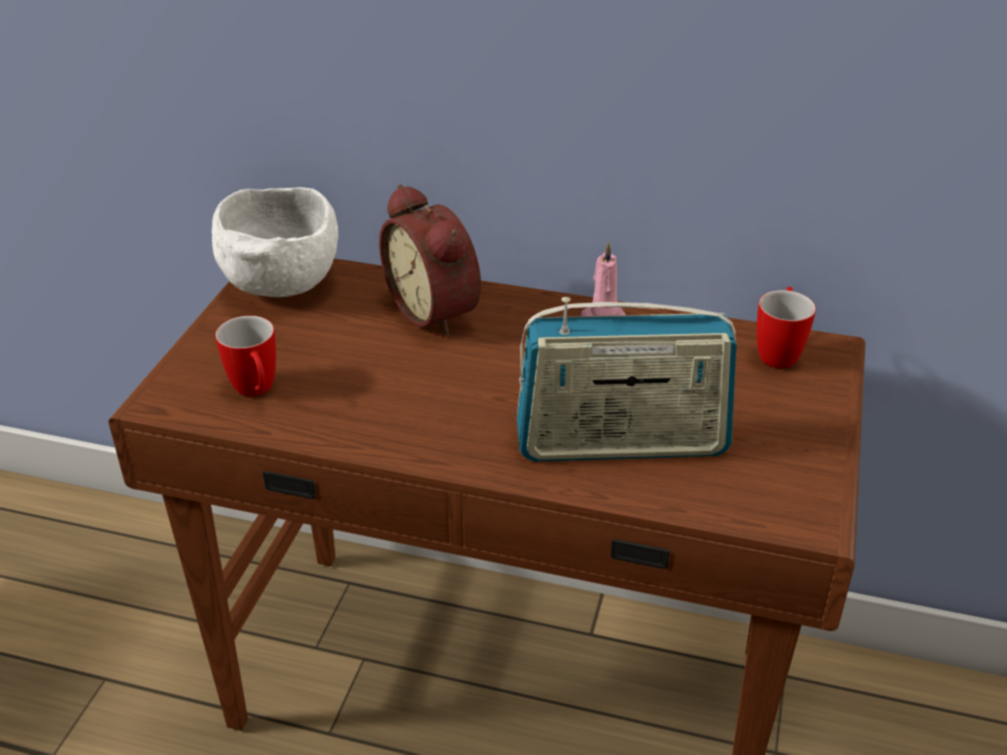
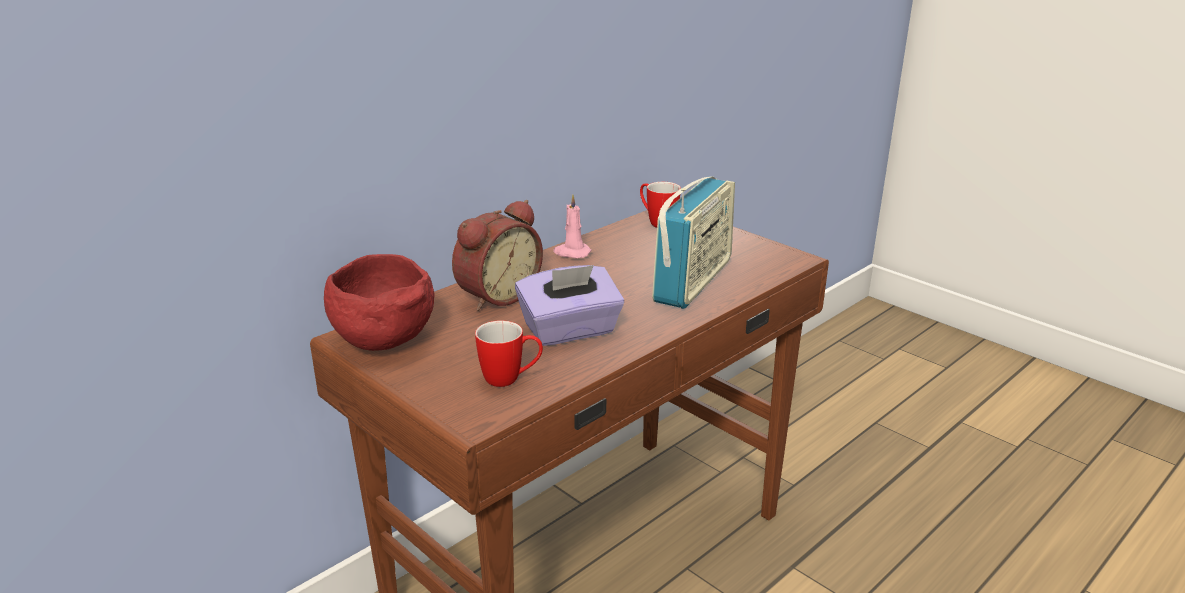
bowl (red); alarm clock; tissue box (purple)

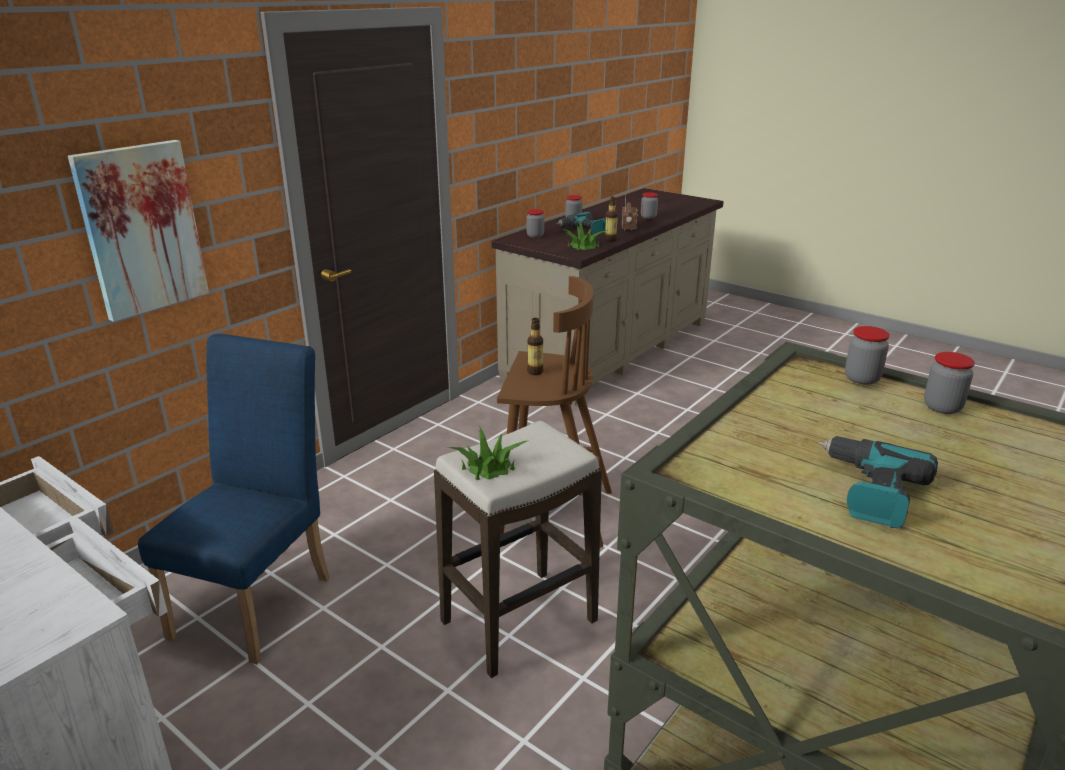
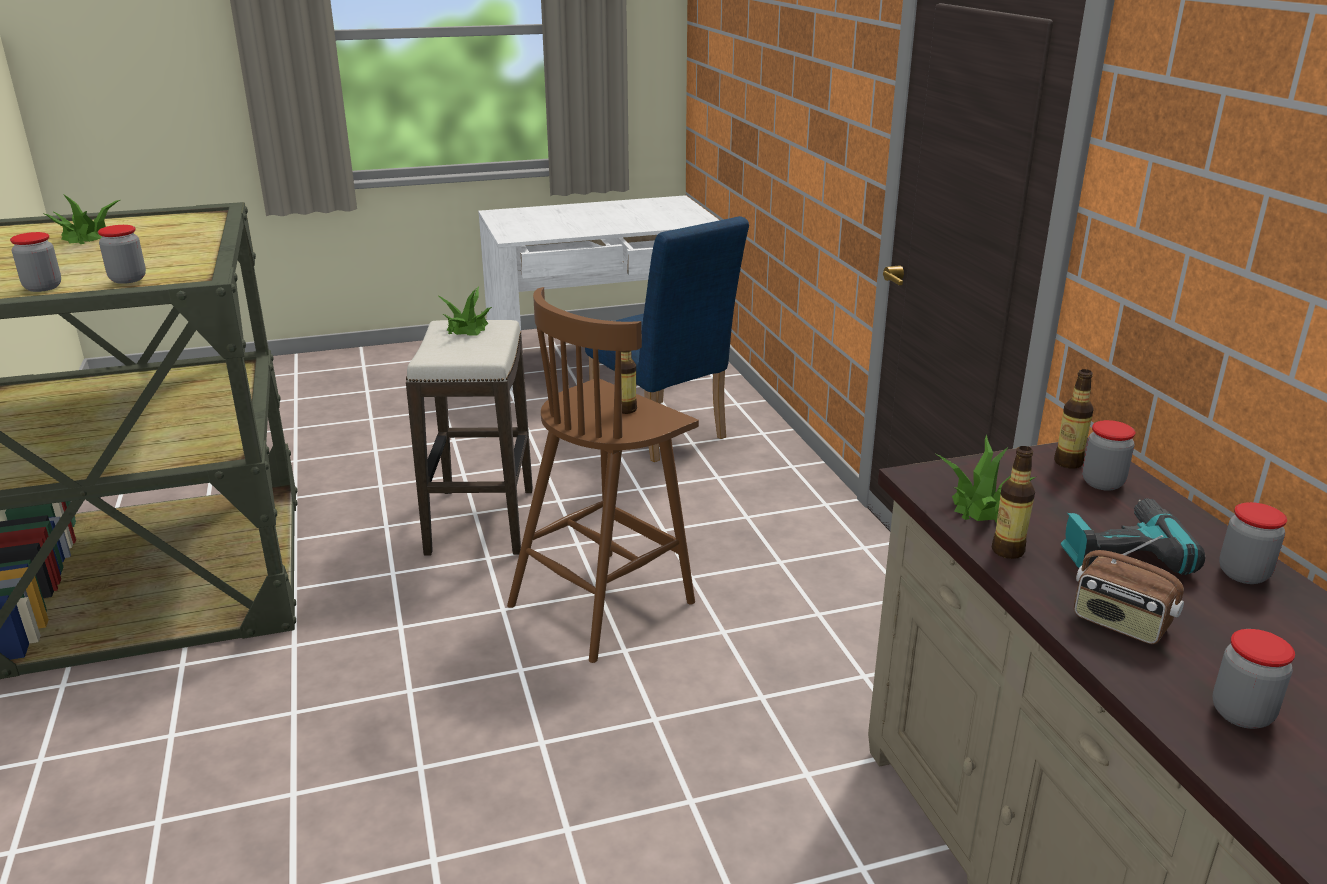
potted plant (no. 1 from left); bottle (no. 3 from left); picture

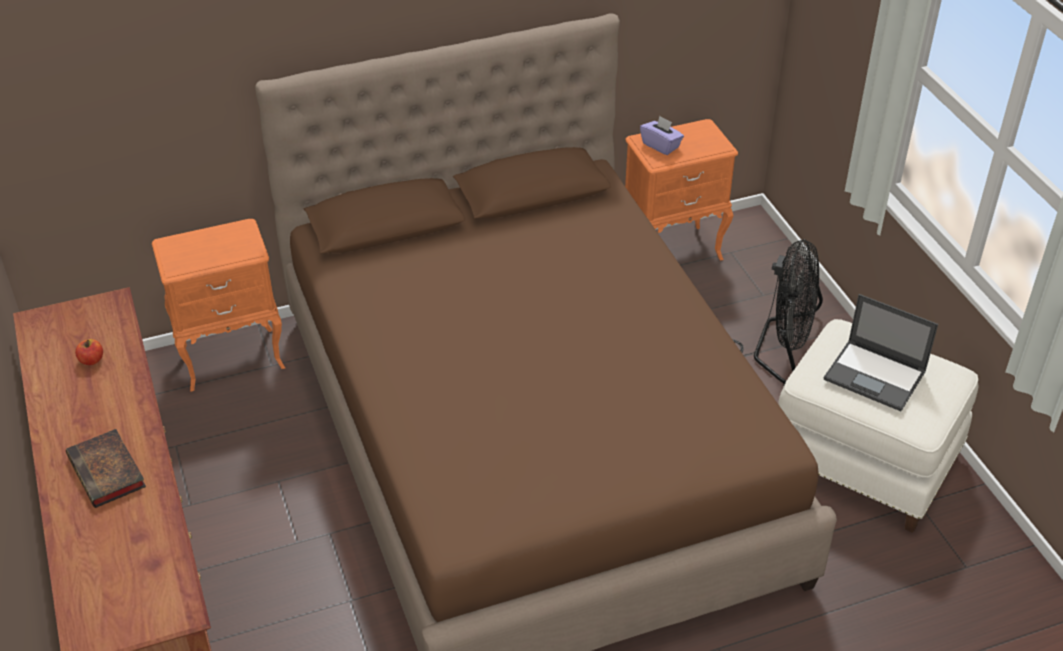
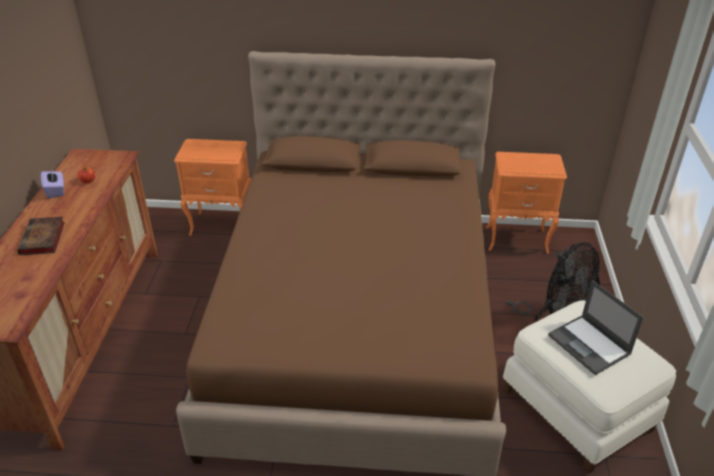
tissue box (purple)

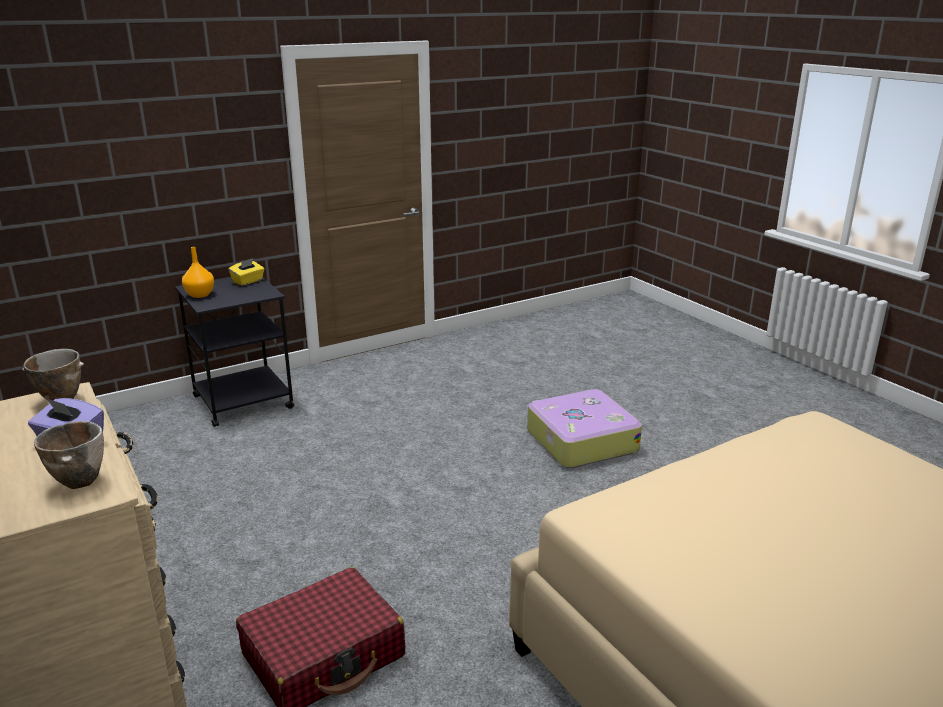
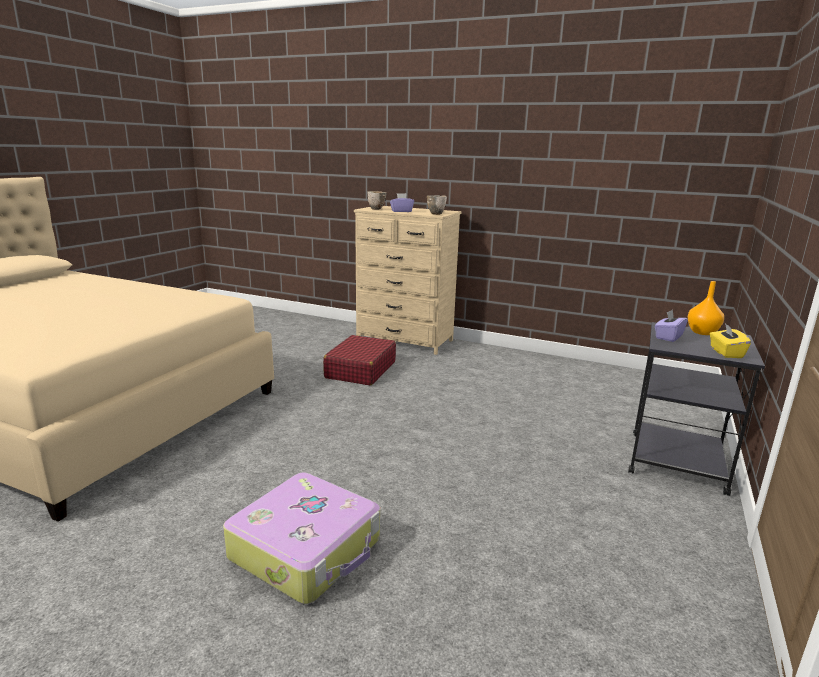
tissue box (purple) (no. 2 from left)

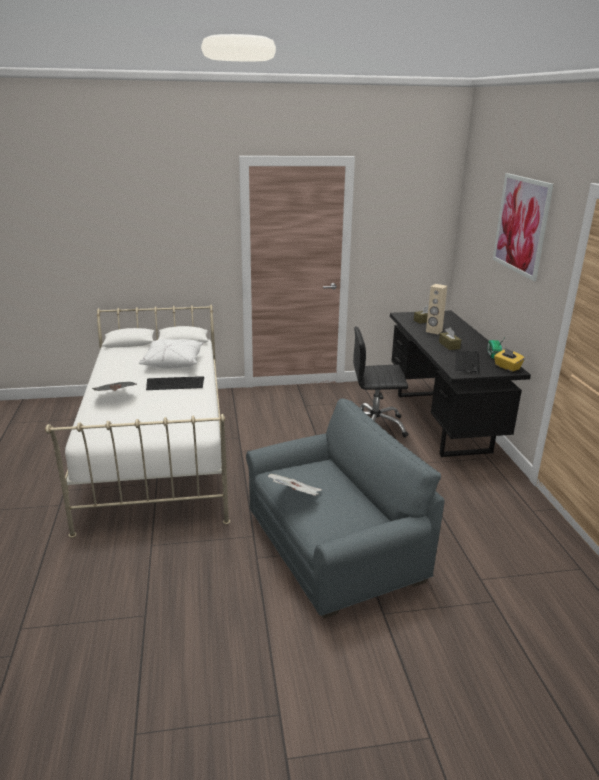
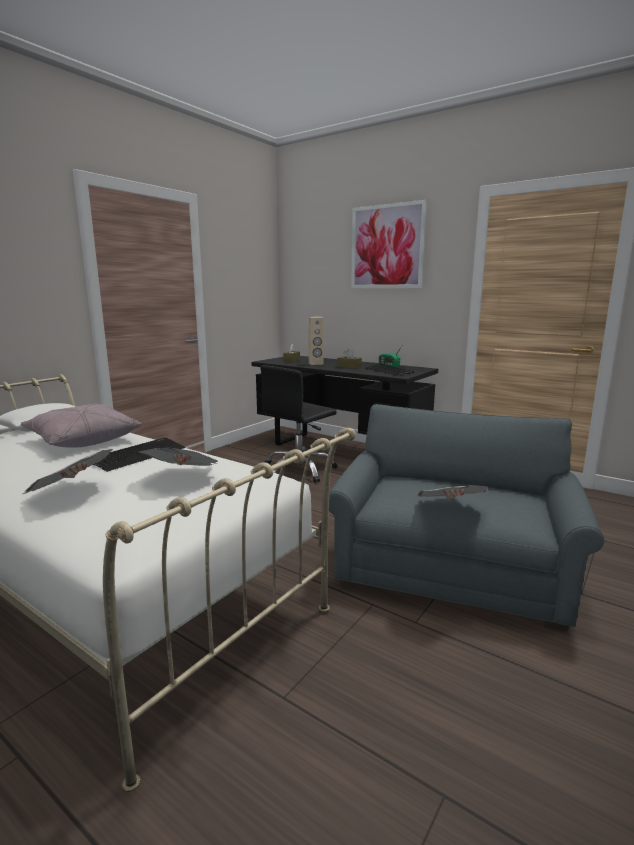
pillow (purple); newspaper (no. 2 from left); tissue box (yellow)

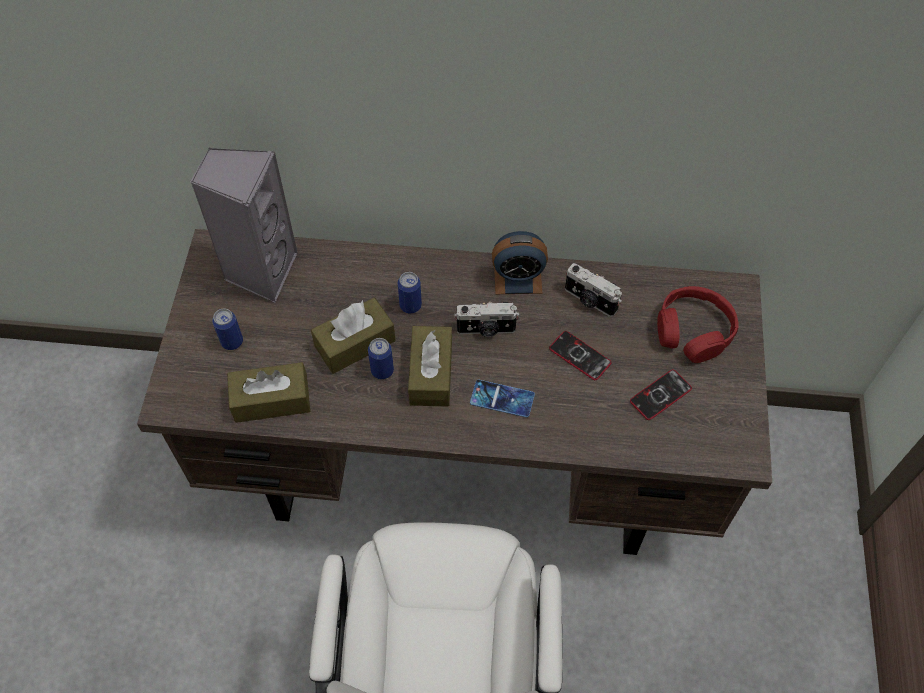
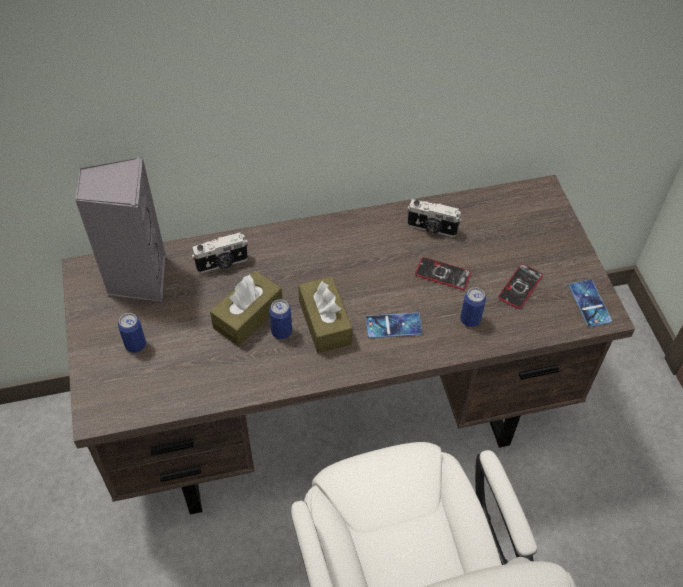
photo camera (no. 1 from left); can (no. 3 from left); phone (no. 4 from left); tissue box (brown) (no. 1 from left in the first image); alarm clock; headphones (red)

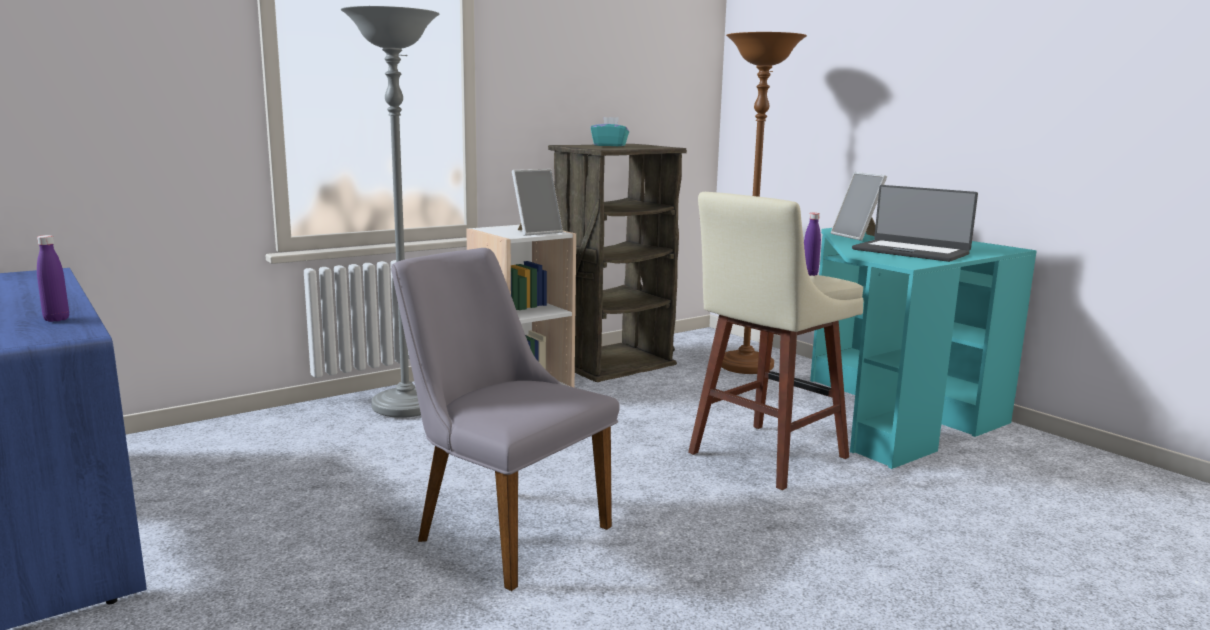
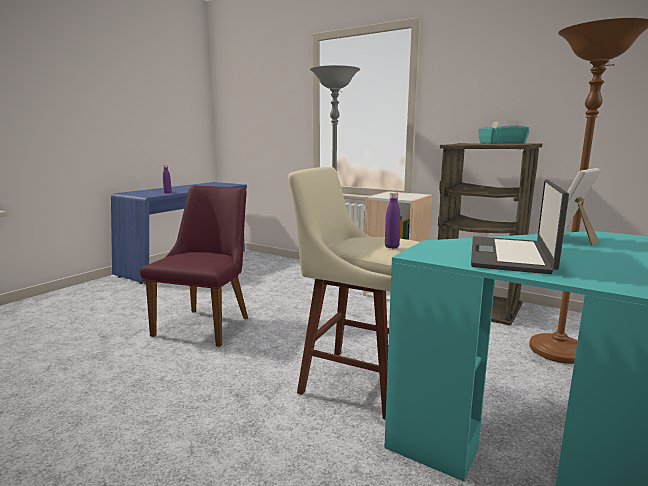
chair (purple); tissue box (turquoise) (no. 2 from left); picture frame (no. 1 from left in the first image)

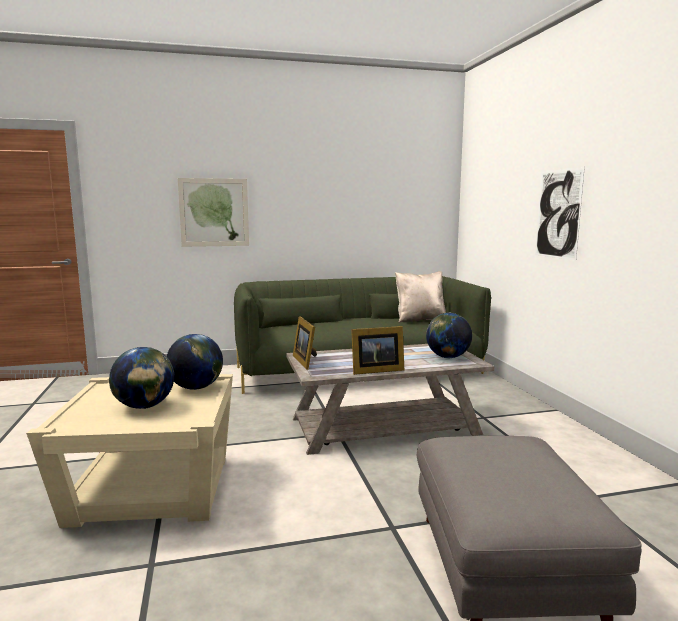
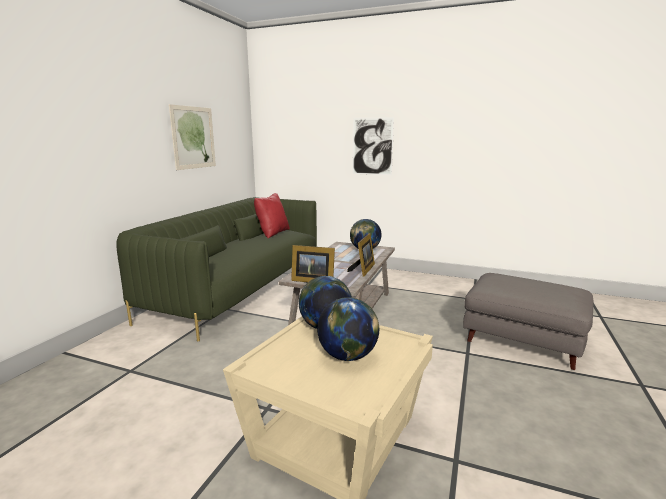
picture (no. 1 from left); pillow (red)

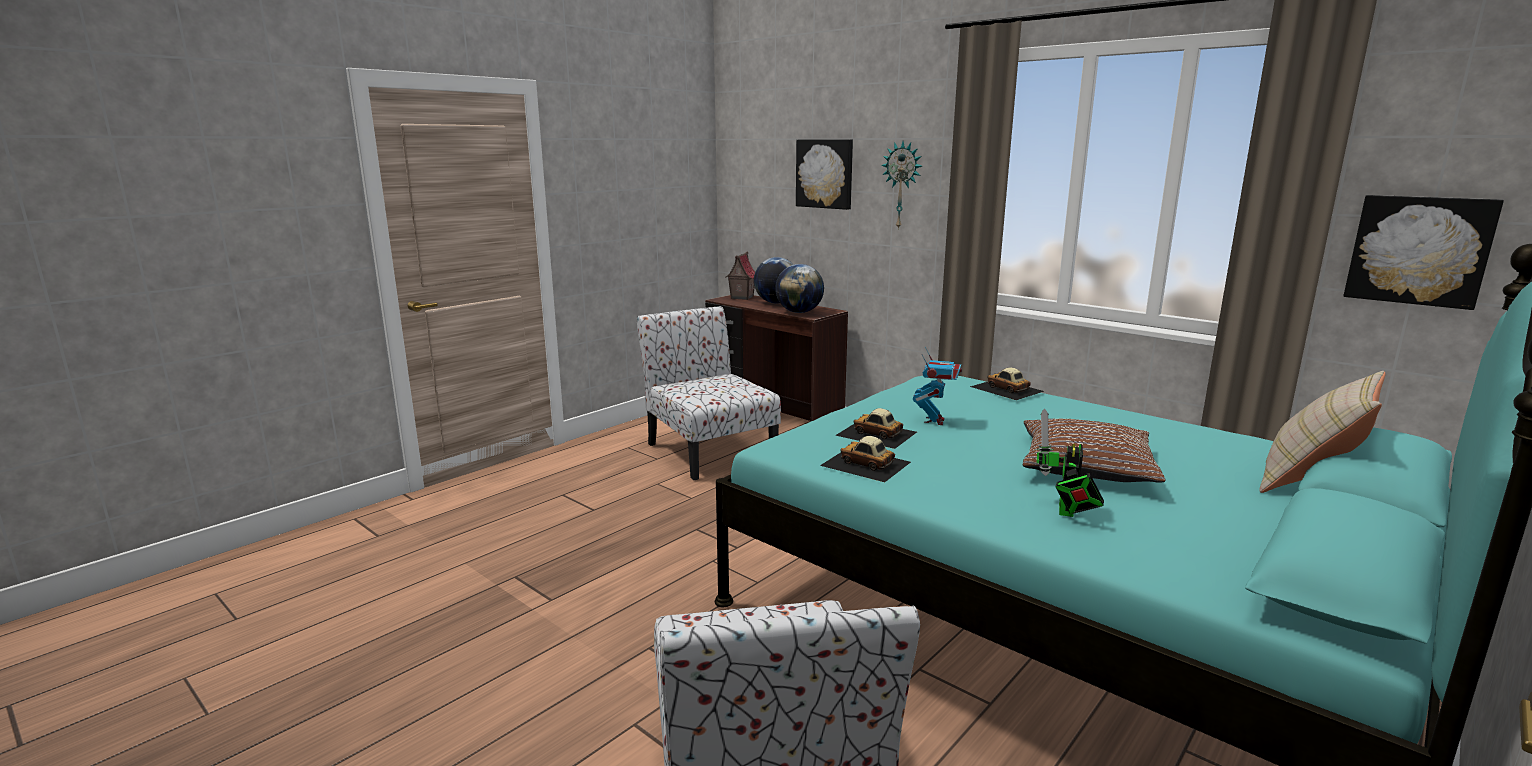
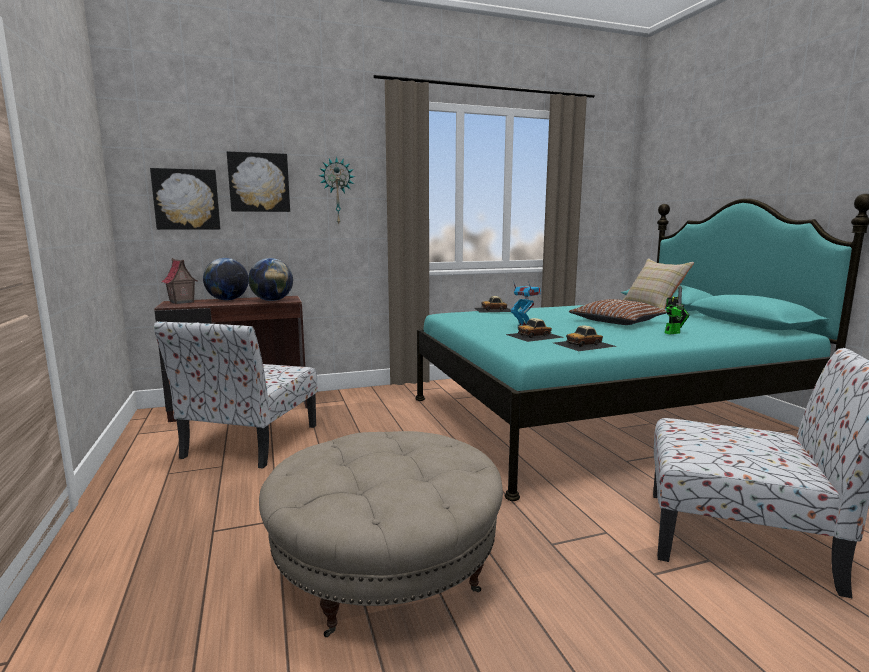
picture (no. 1 from left); chair (no. 1 from left); ottoman (beige); toy robot (no. 2 from left)

